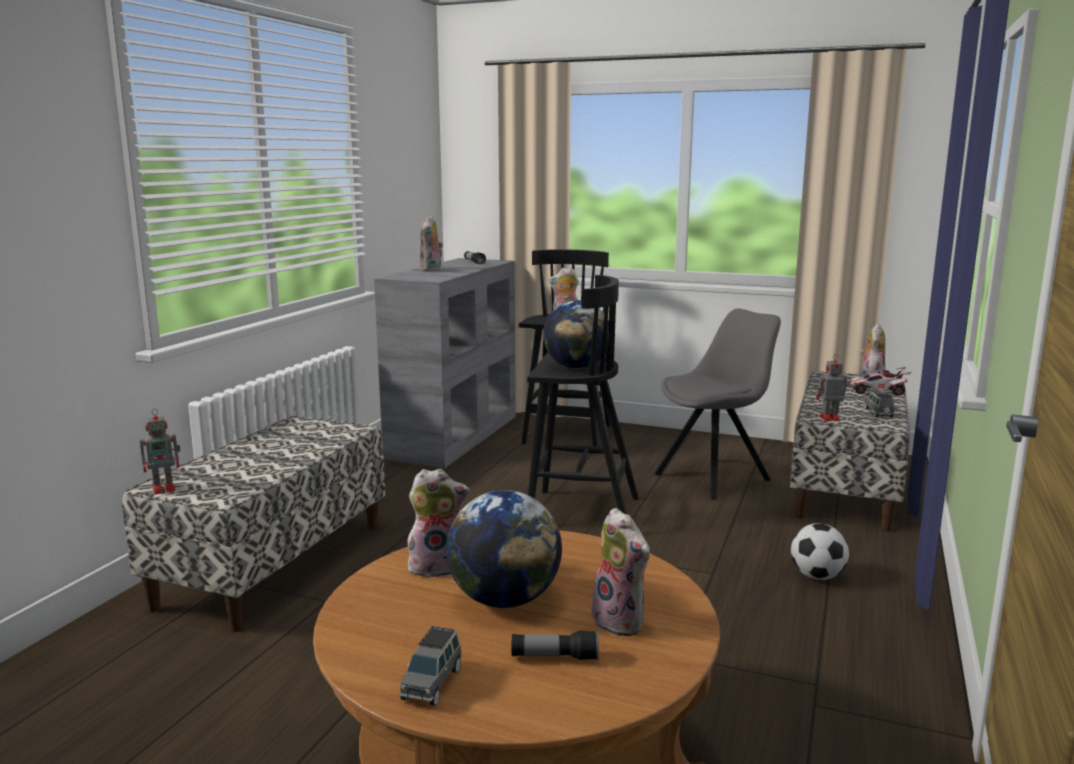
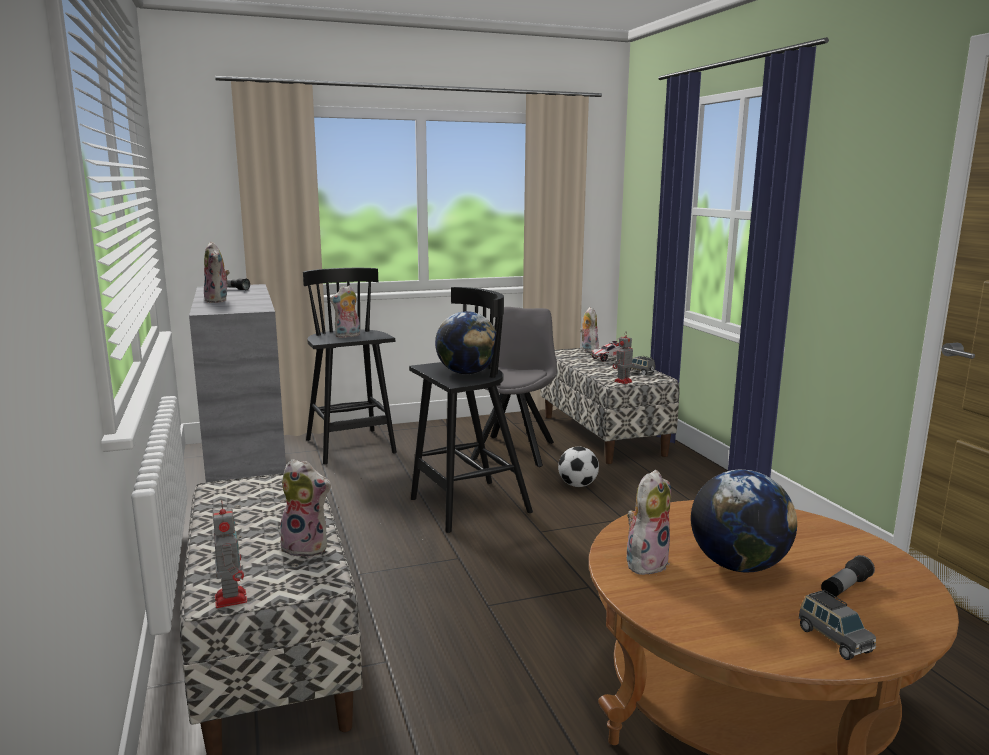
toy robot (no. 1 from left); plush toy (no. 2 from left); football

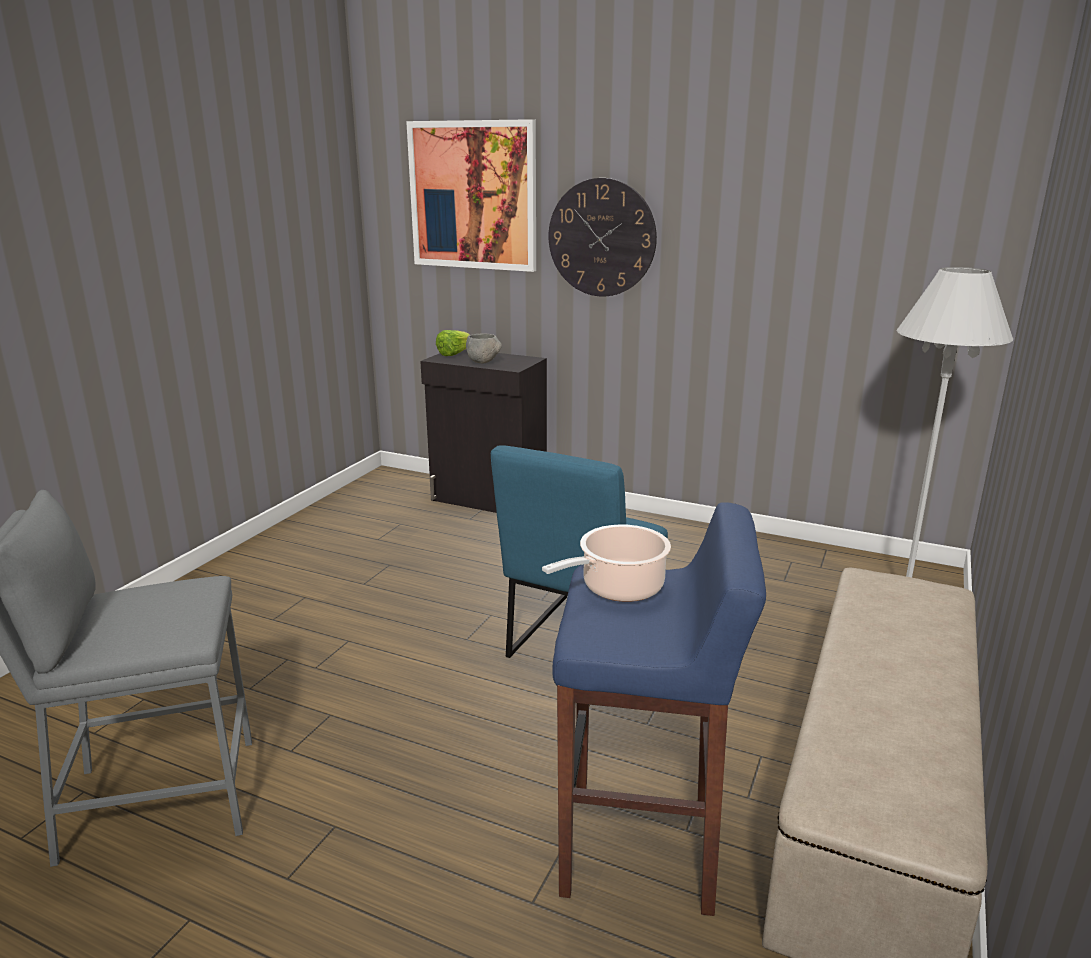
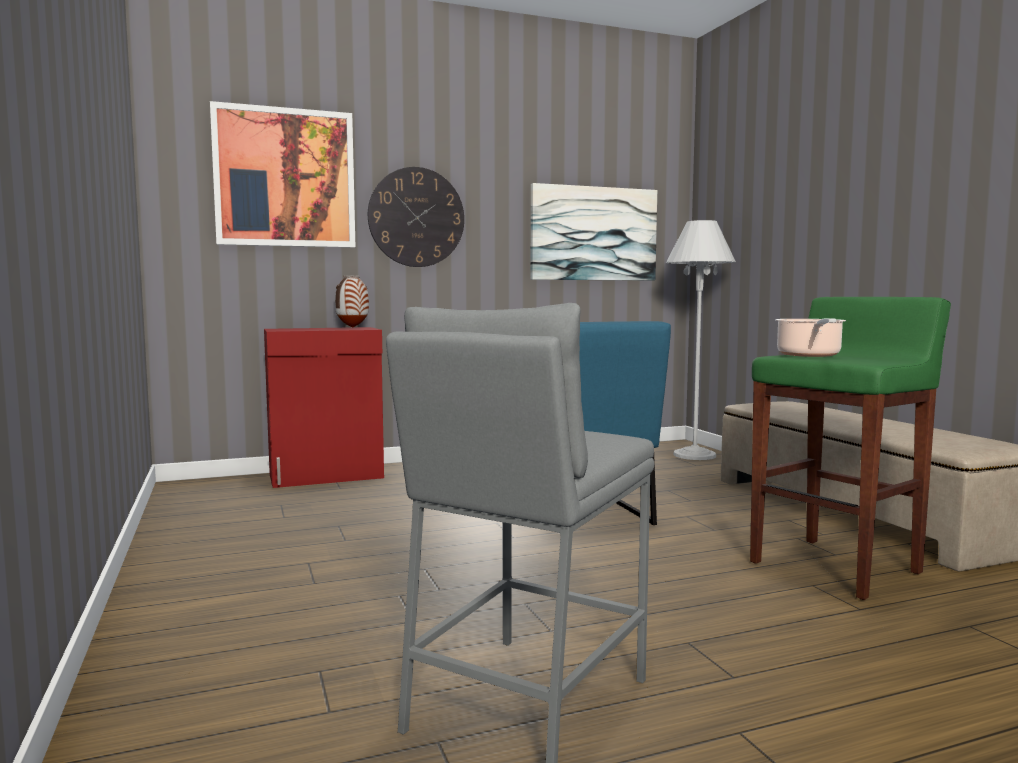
cabinet (red); vase; picture (no. 2 from left); stool (green); lettuce; bowl (grey)

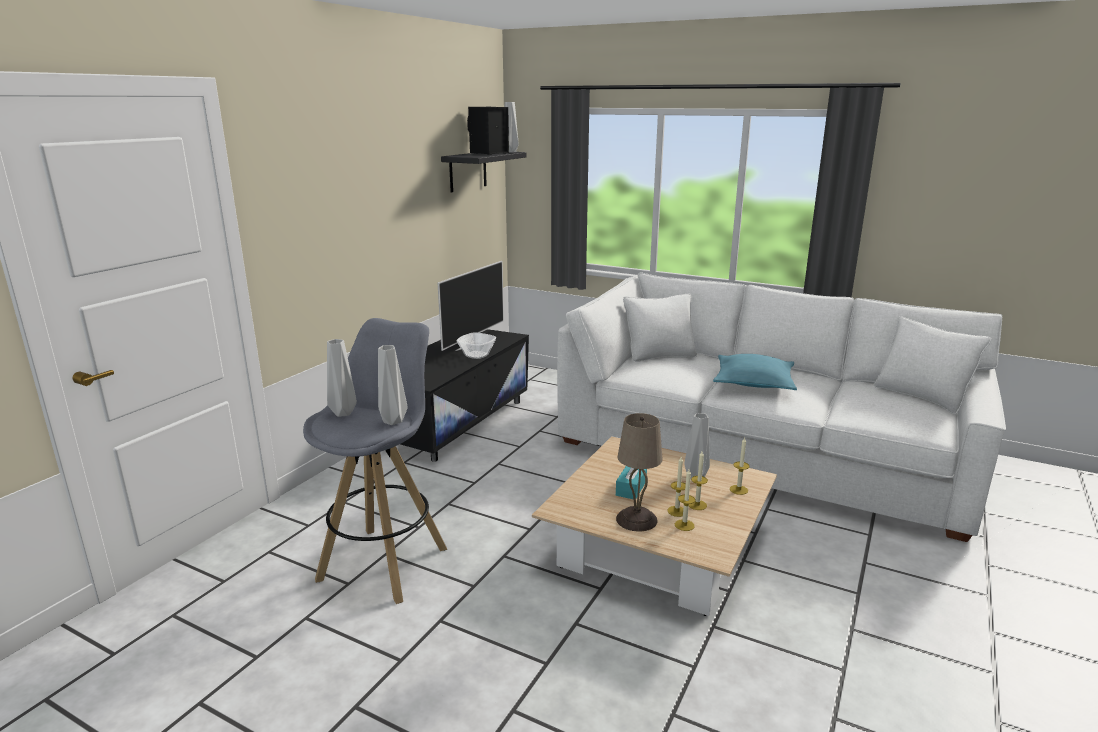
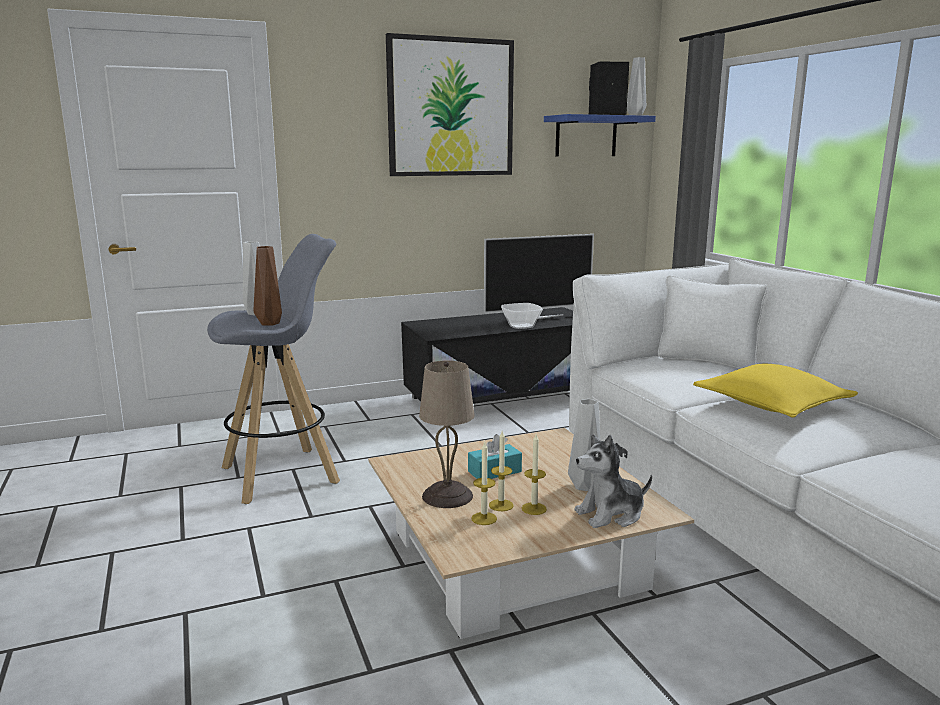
vase (brown); picture; shelf (blue); plush toy; pillow (yellow)

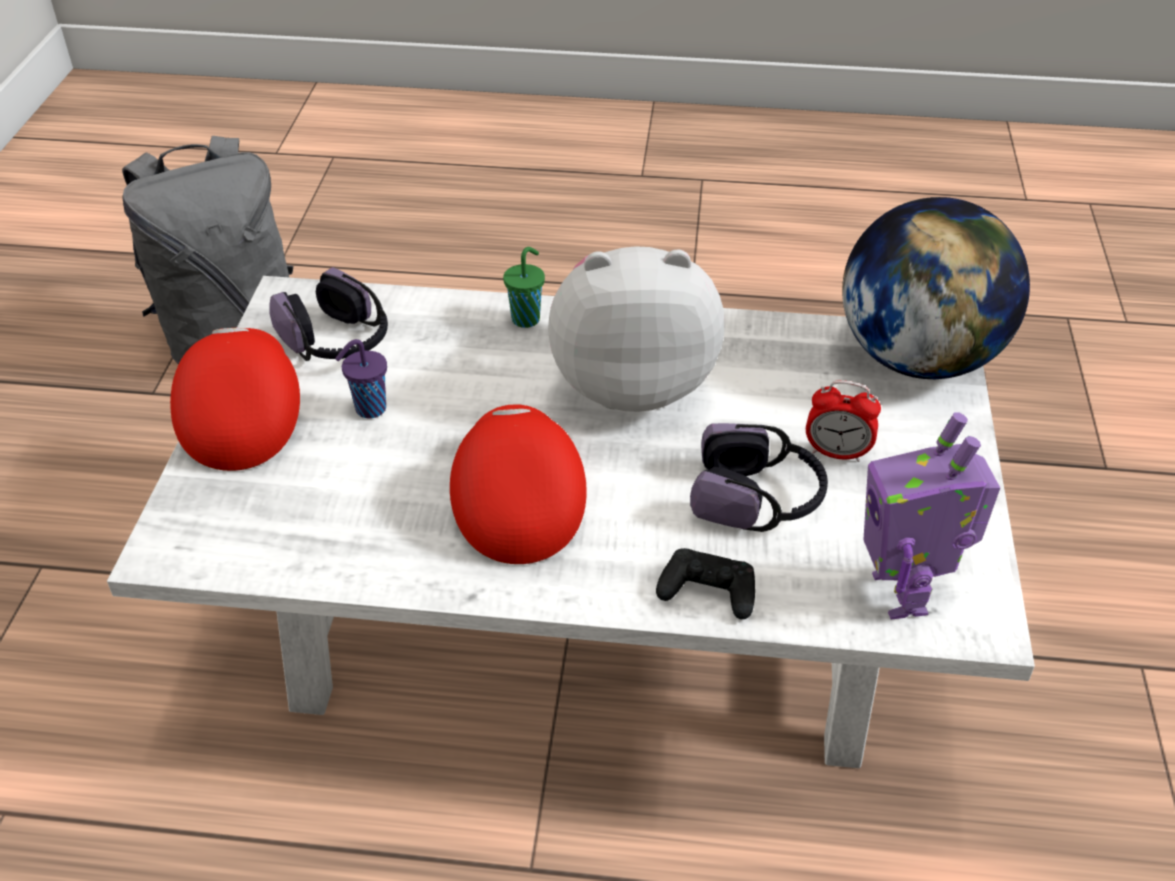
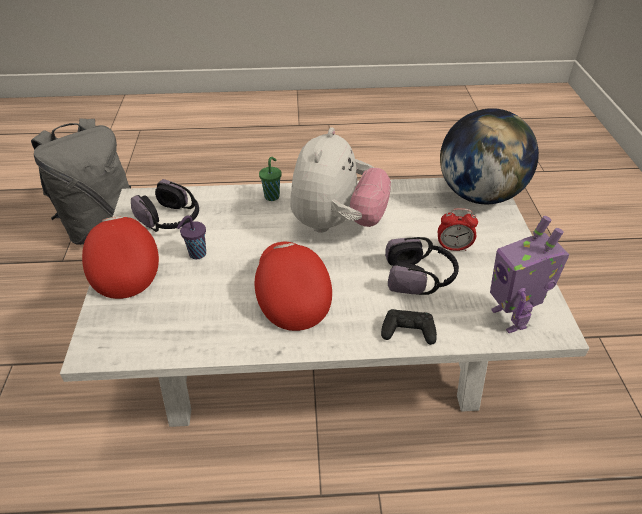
plush toy

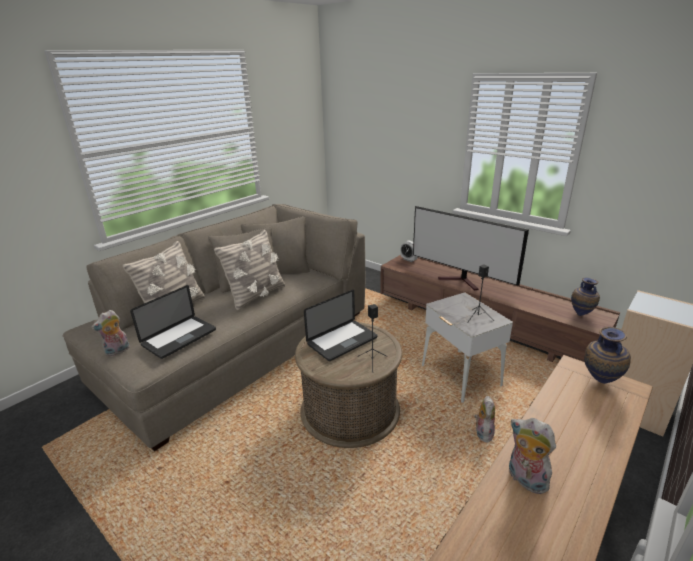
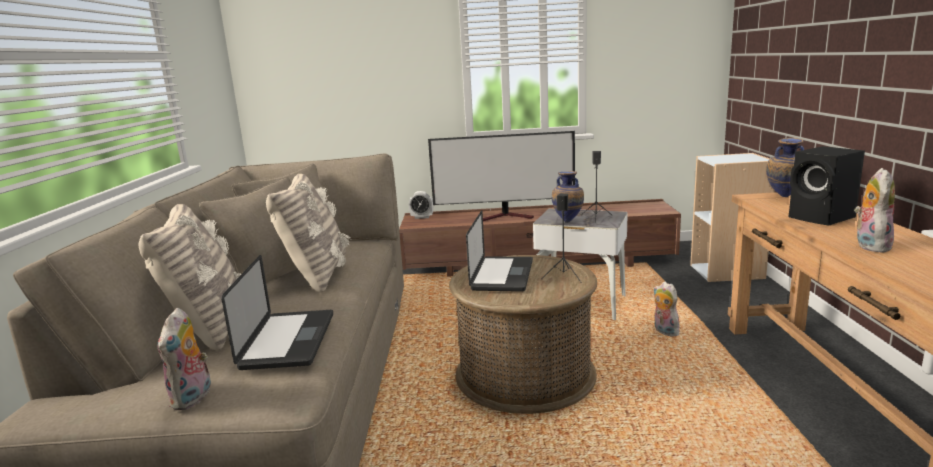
vase (no. 1 from left); speaker (black) (no. 3 from left); plush toy (no. 3 from left)

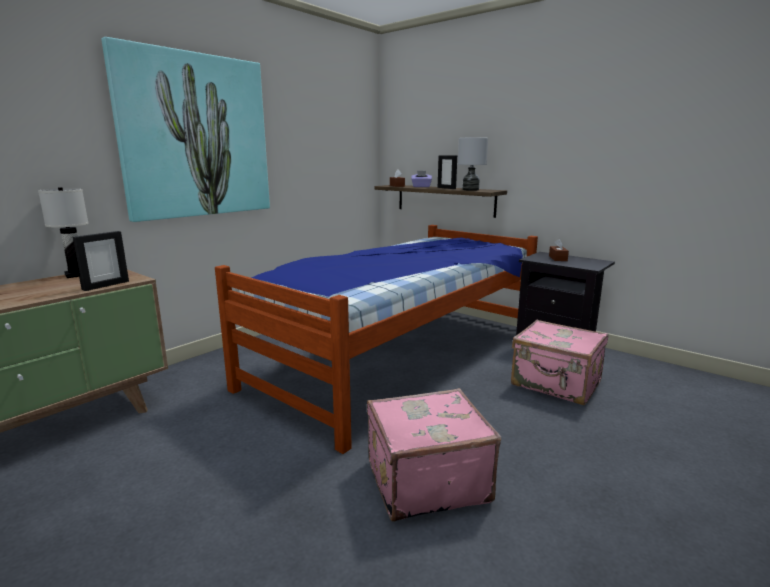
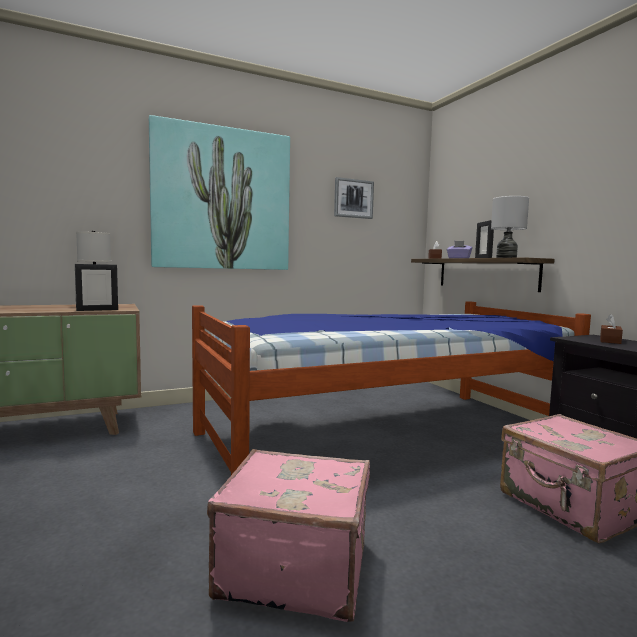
picture (no. 2 from left)

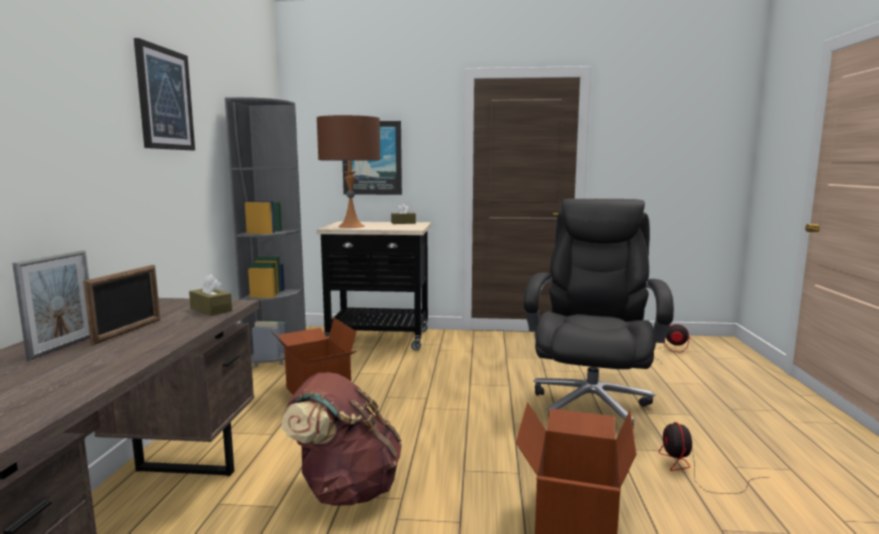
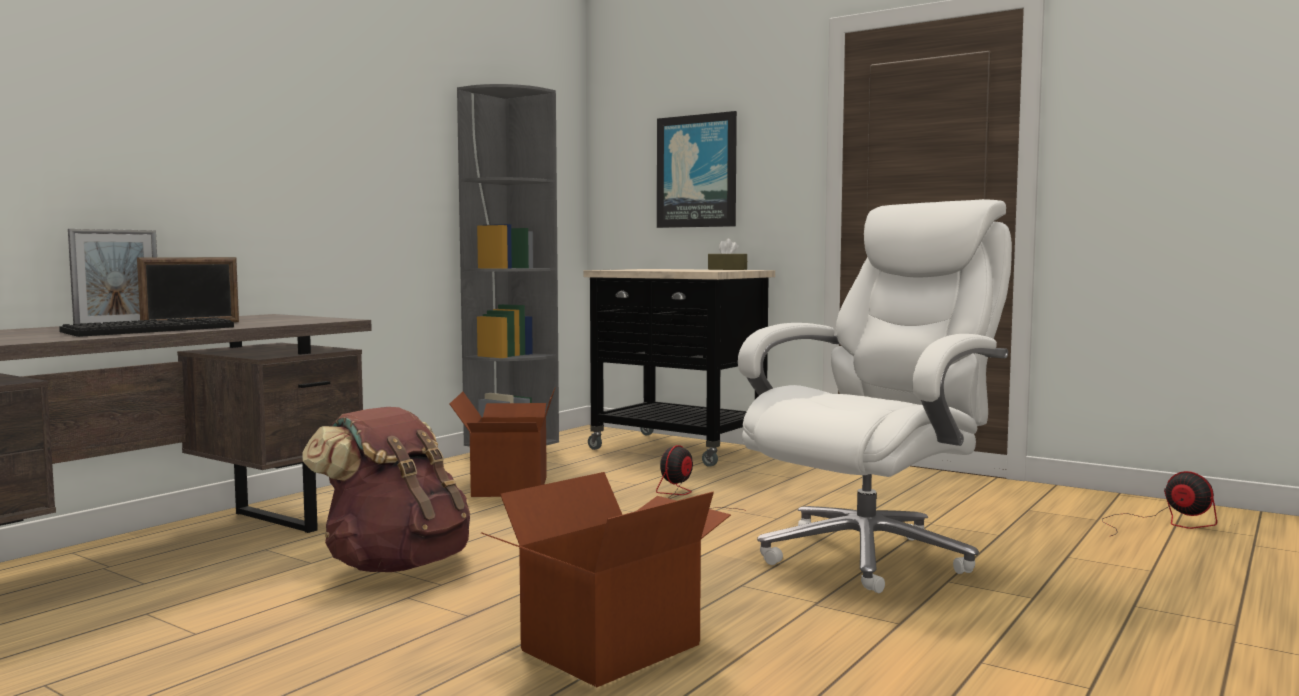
keyboard; fan (no. 1 from left); office chair (white); picture (no. 1 from left in the first image); tissue box (brown) (no. 1 from left in the first image); table lamp (brown)

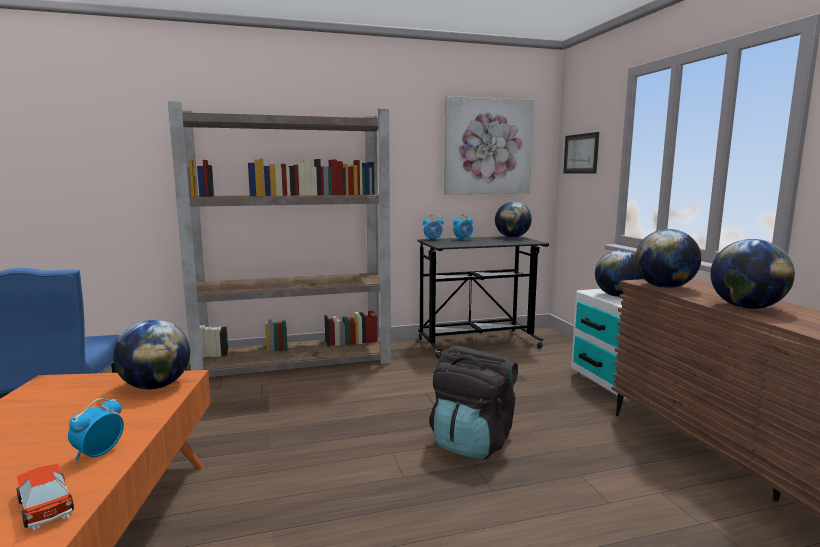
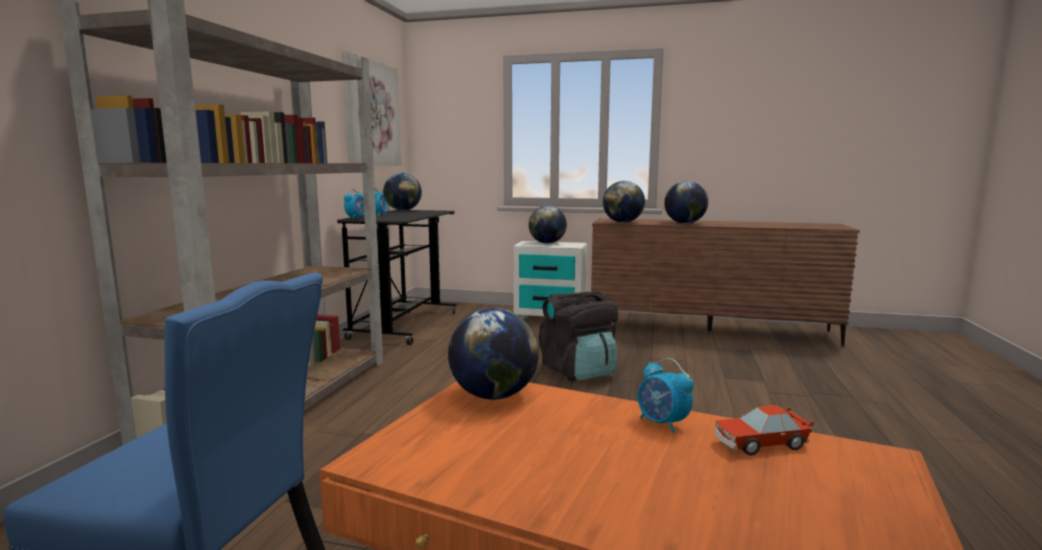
picture (no. 2 from left in the first image)

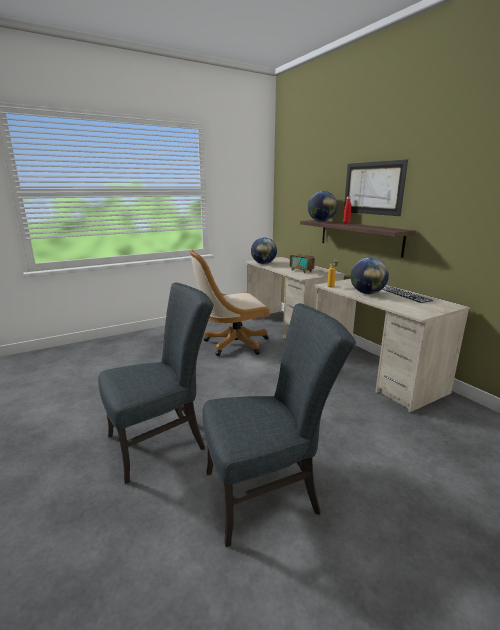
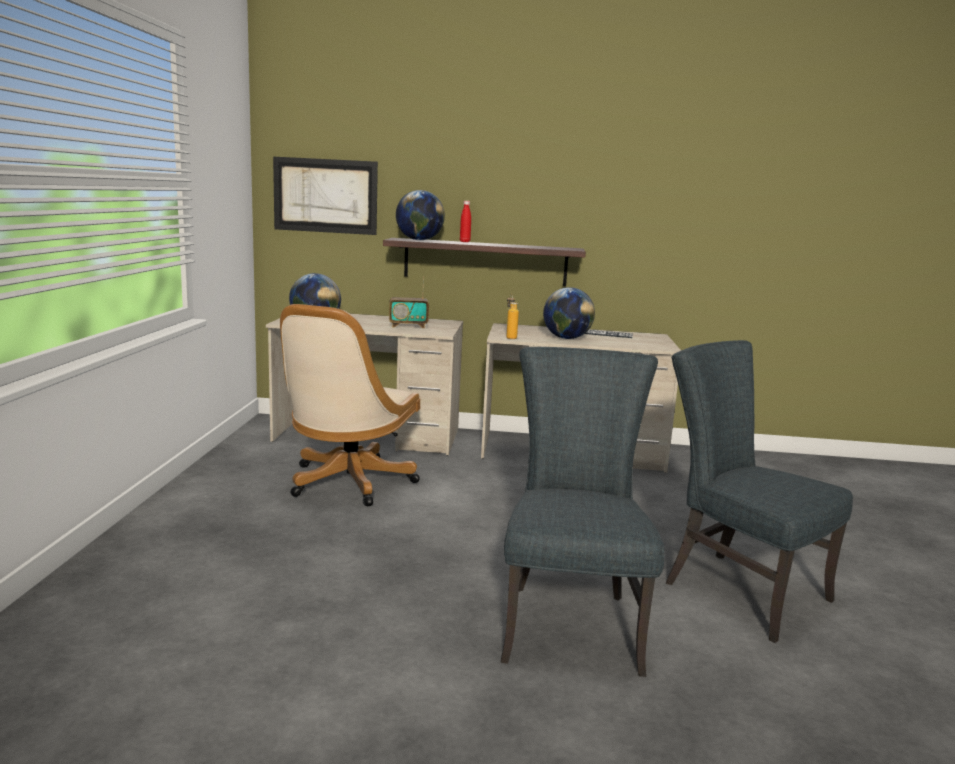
picture; chair (grey) (no. 2 from left)

